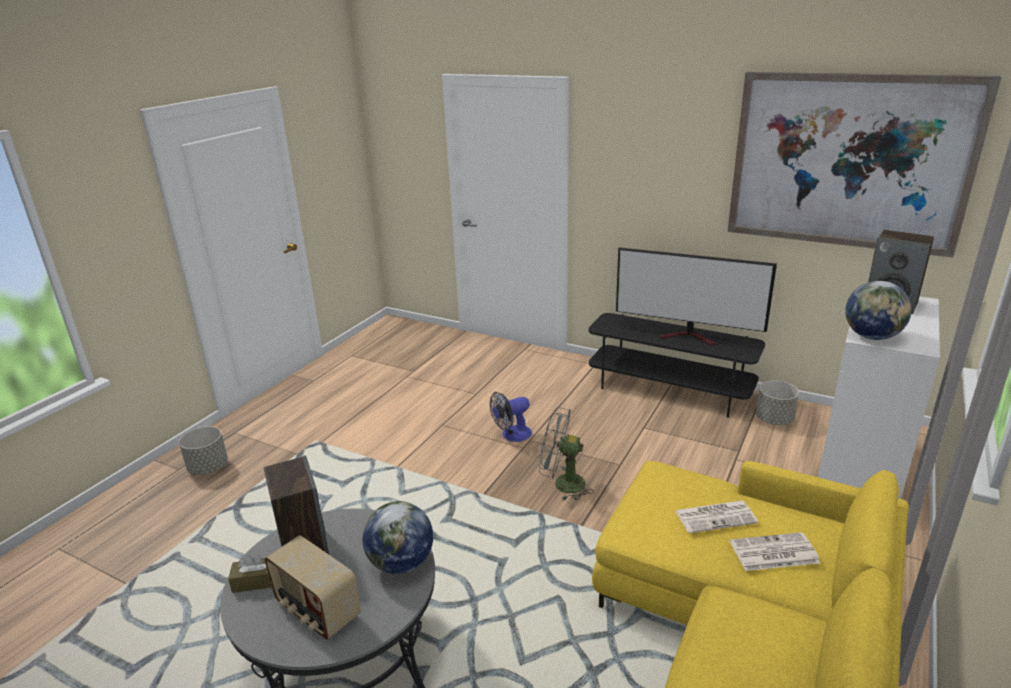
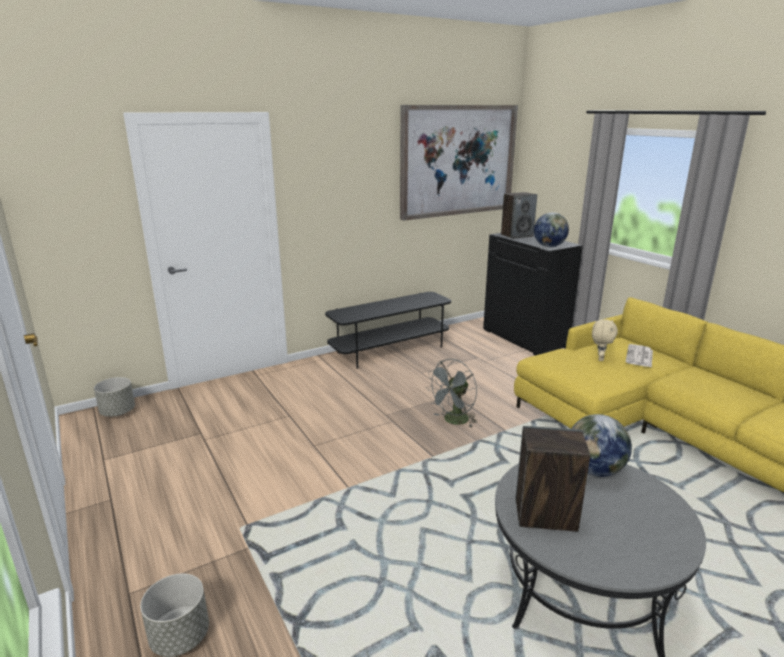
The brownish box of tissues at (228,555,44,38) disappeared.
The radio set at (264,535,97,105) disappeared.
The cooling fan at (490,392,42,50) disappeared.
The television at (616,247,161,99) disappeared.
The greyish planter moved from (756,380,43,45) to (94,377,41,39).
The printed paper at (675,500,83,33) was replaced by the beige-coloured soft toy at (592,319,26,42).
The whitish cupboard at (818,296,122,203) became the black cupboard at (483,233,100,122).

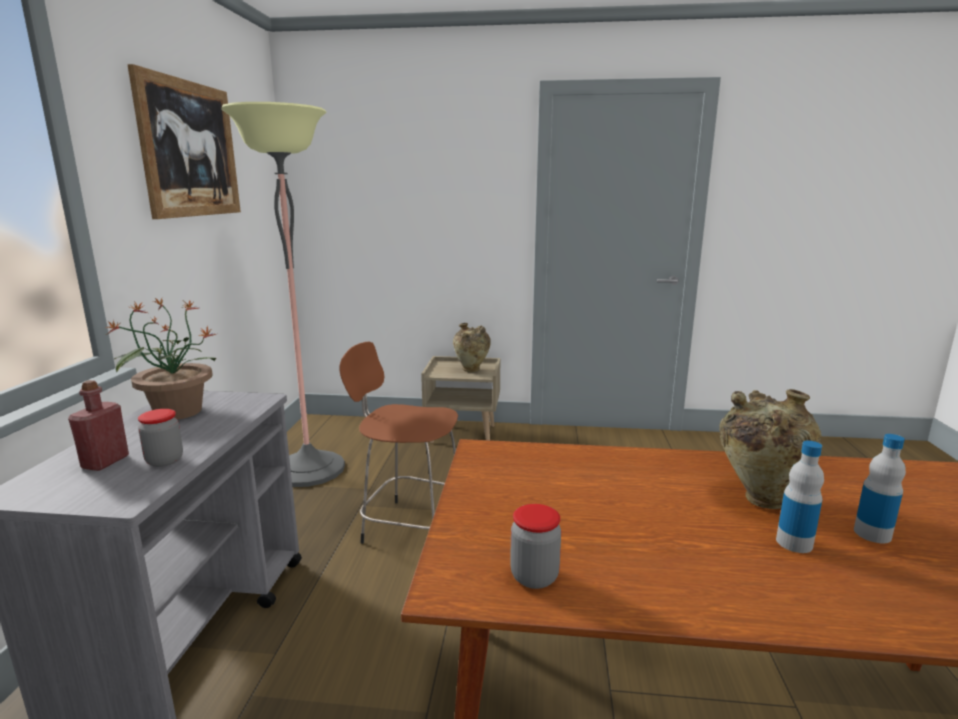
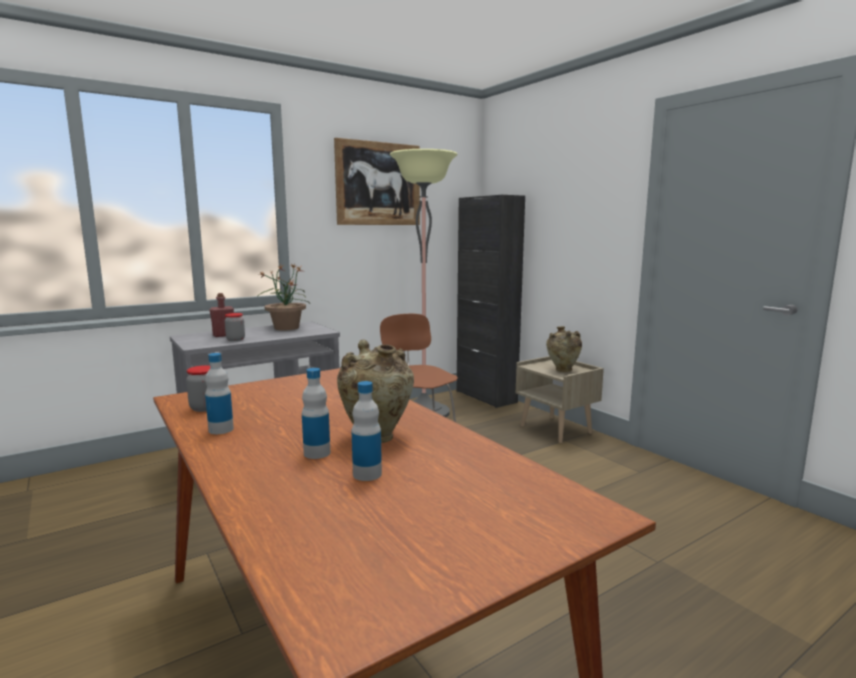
The beverage bottle at (205,353,29,81) appeared.
The black cupboard at (457,195,68,213) appeared.

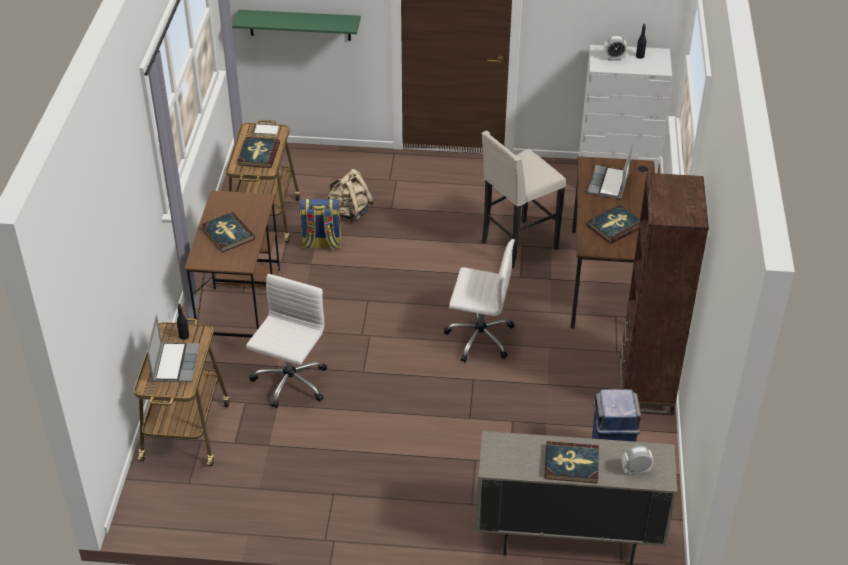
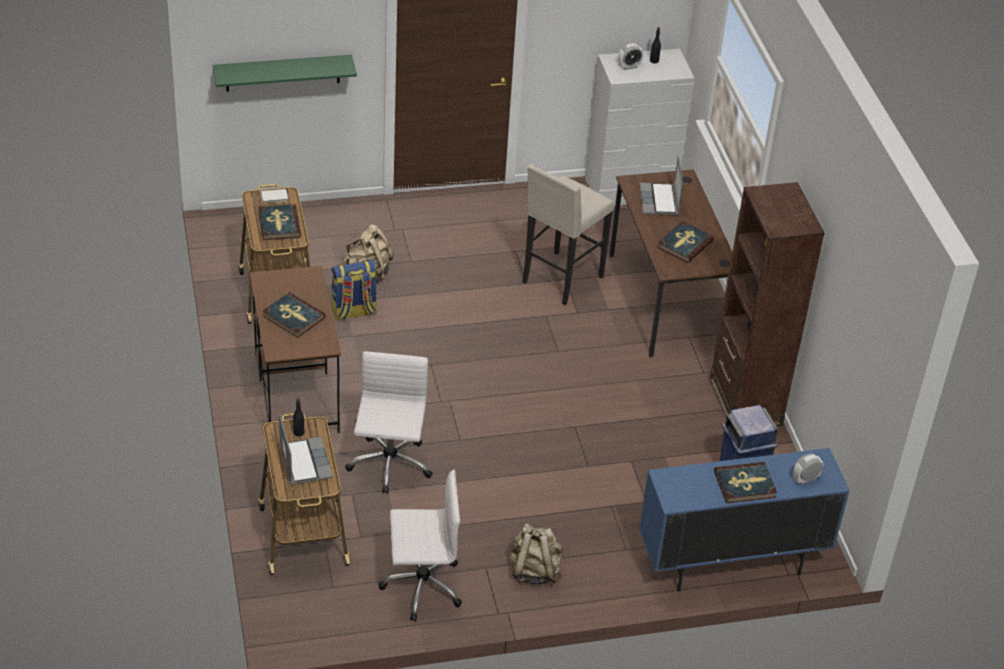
The beige-coloured rucksack at (510,523,53,61) appeared.
The whitish desk chair moved from (444,239,71,124) to (379,469,83,153).
The beige-coloured cupboard at (476,431,201,134) became the bluish cupboard at (639,448,211,144).

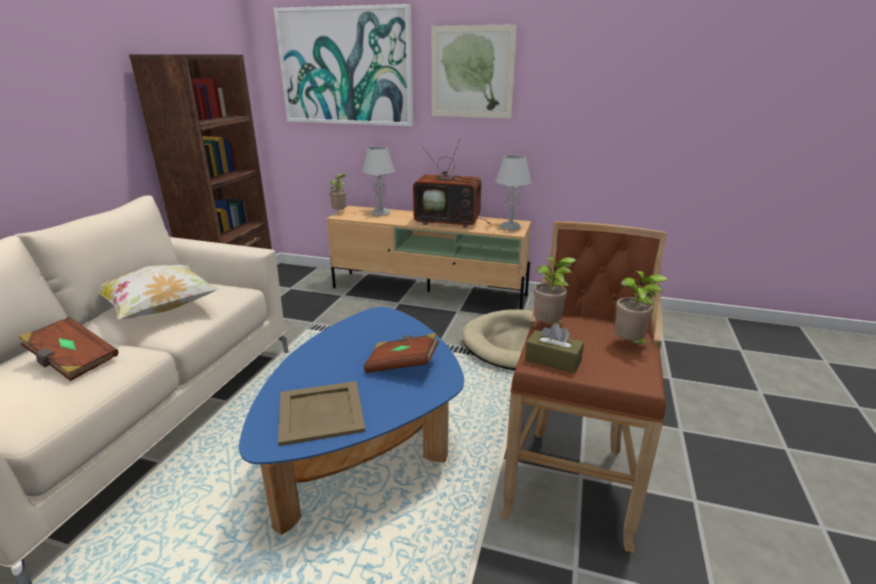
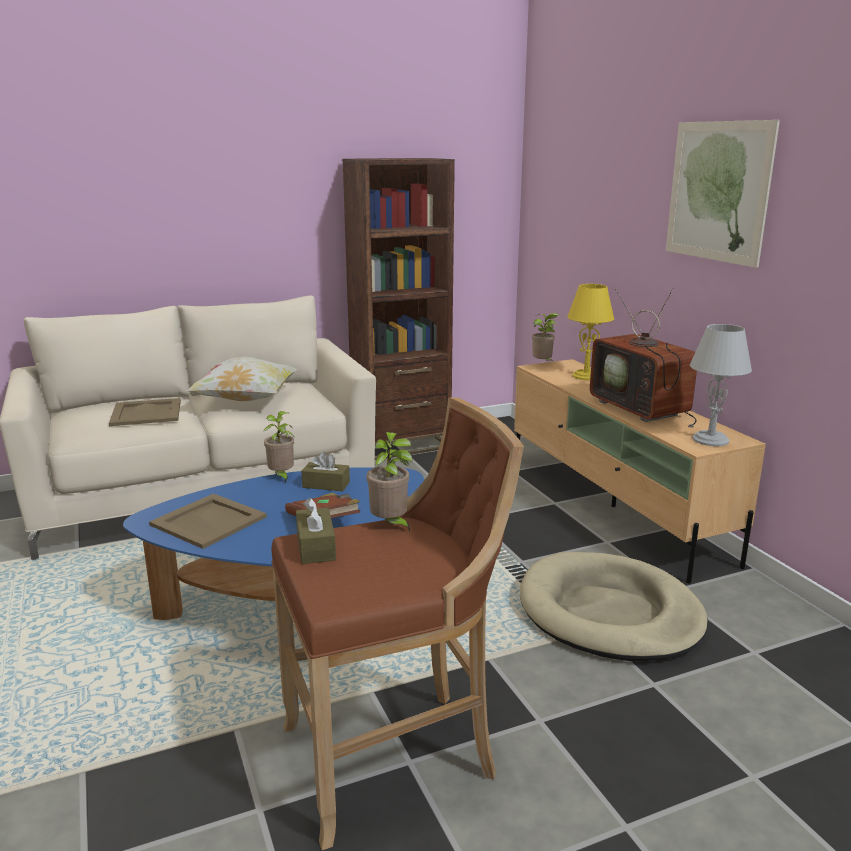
The wall picture at (274,4,139,122) disappeared.
The brownish box of tissues at (301,452,49,39) appeared.
The potted plant moved from (614,271,55,75) to (263,411,31,73).
The brownish volume at (18,317,100,64) was replaced by the beige-coloured serving tray at (109,398,72,28).
The greyish tabletop lamp at (362,146,33,70) became the yellow tabletop lamp at (568,284,46,96).

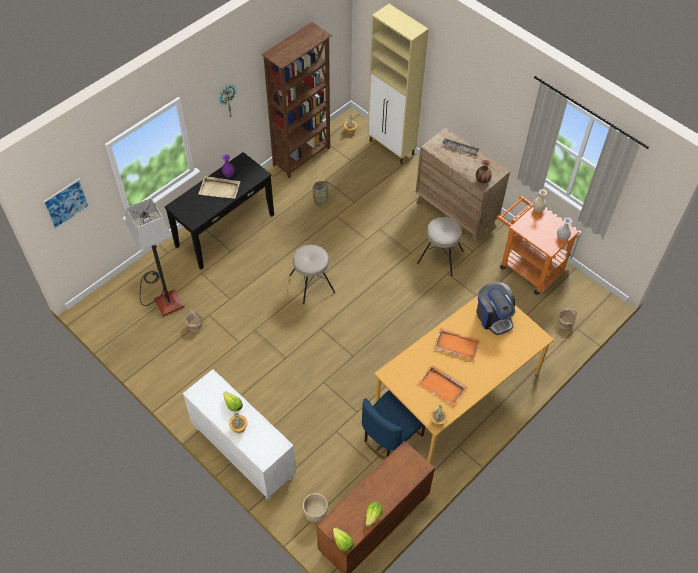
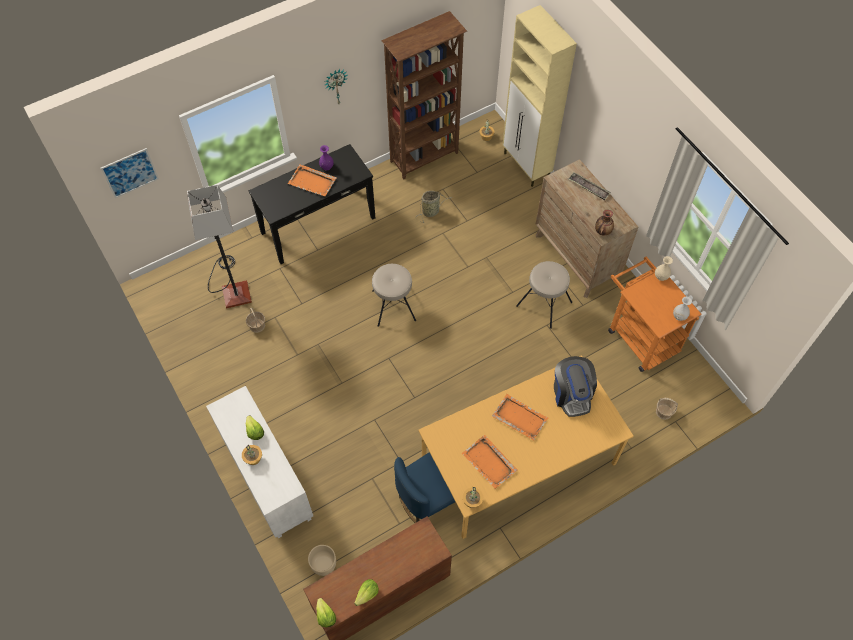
The beige-coloured serving tray at (198,176,43,23) became the orange-coloured serving tray at (288,164,49,32).

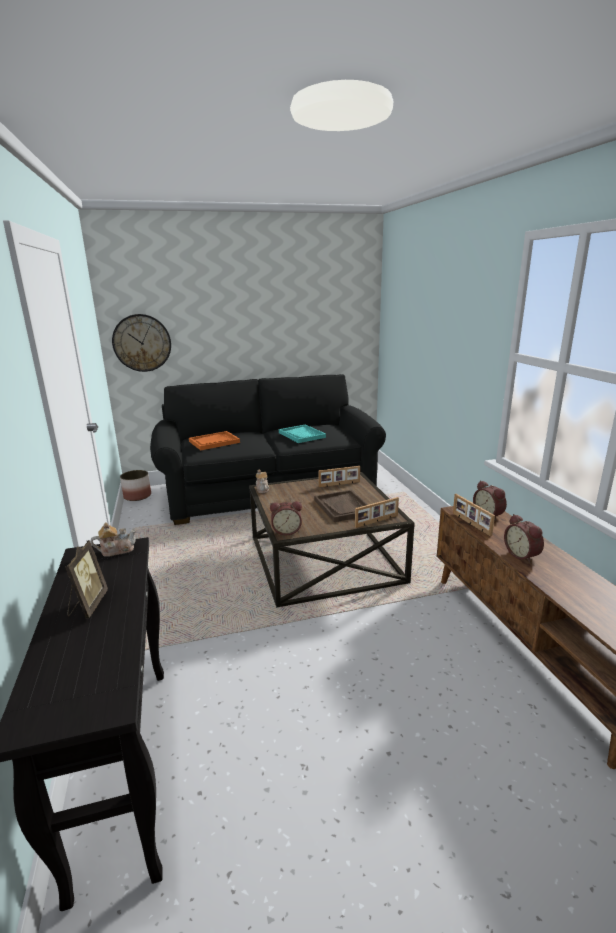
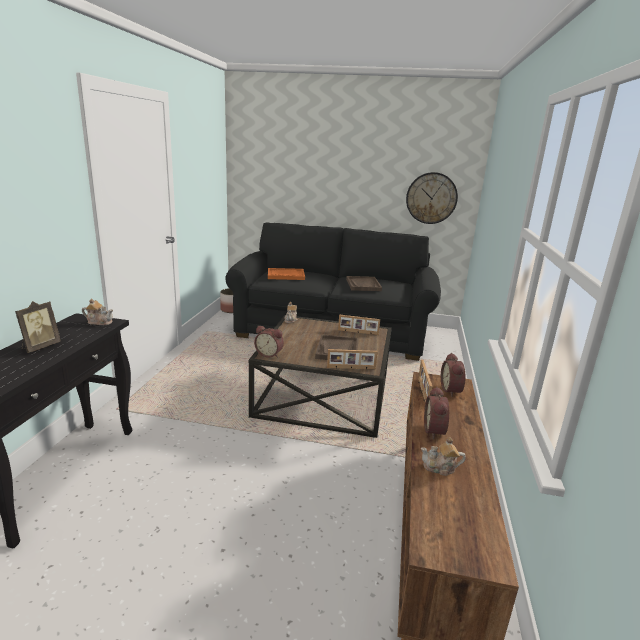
The teapot at (421,437,45,39) appeared.
The wall clock moved from (112,314,59,58) to (406,172,52,52).
The blue-green serving tray at (279,425,47,18) became the brownish serving tray at (346,276,36,15).

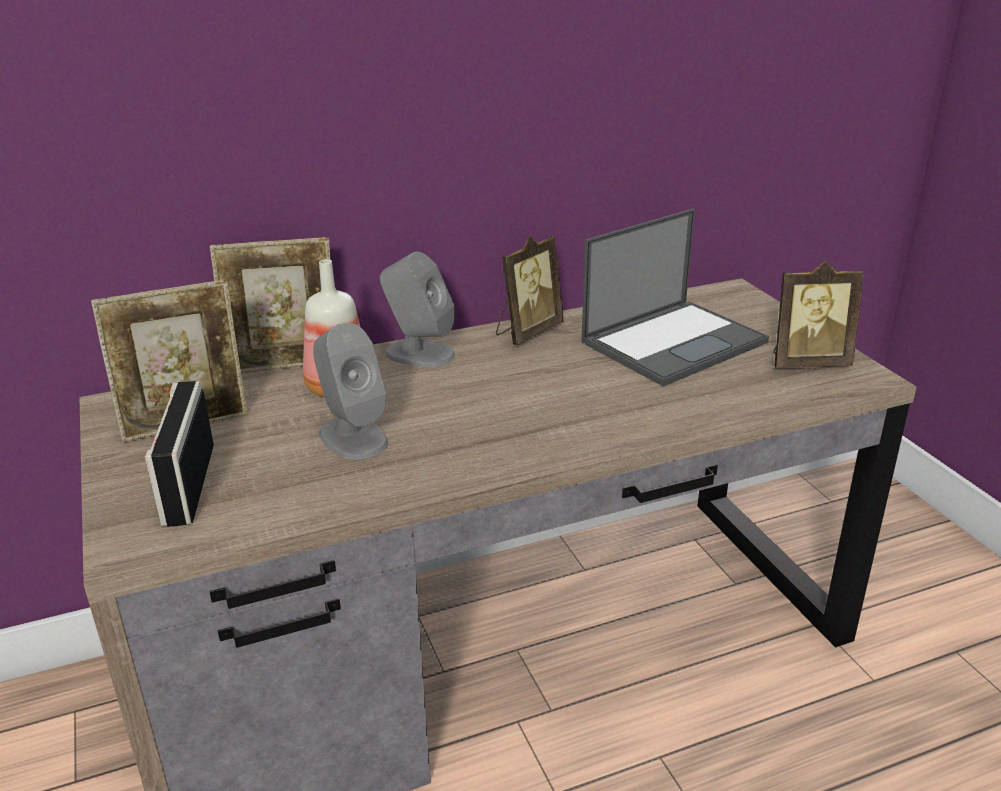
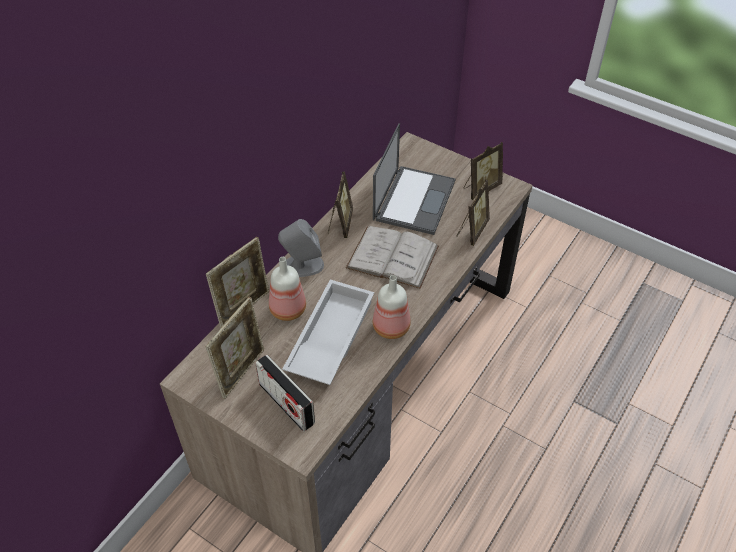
The whitish volume at (346,226,93,63) appeared.
The beverage bottle at (373,275,38,64) appeared.
The standing frame at (456,180,34,66) appeared.
The greyish speaker at (313,323,75,137) was replaced by the whitish serving tray at (282,280,92,105).

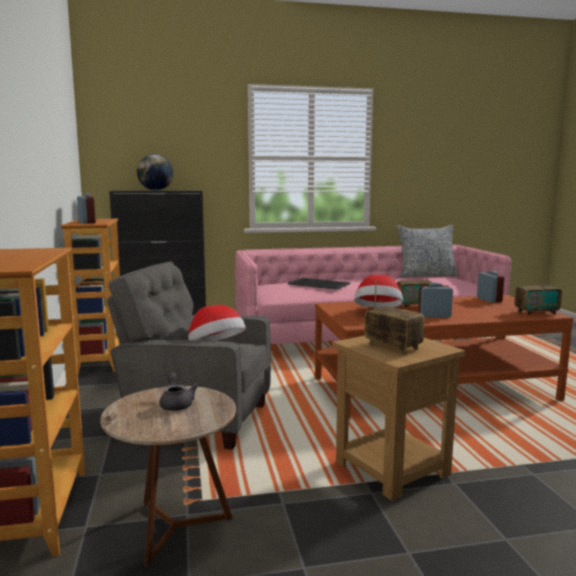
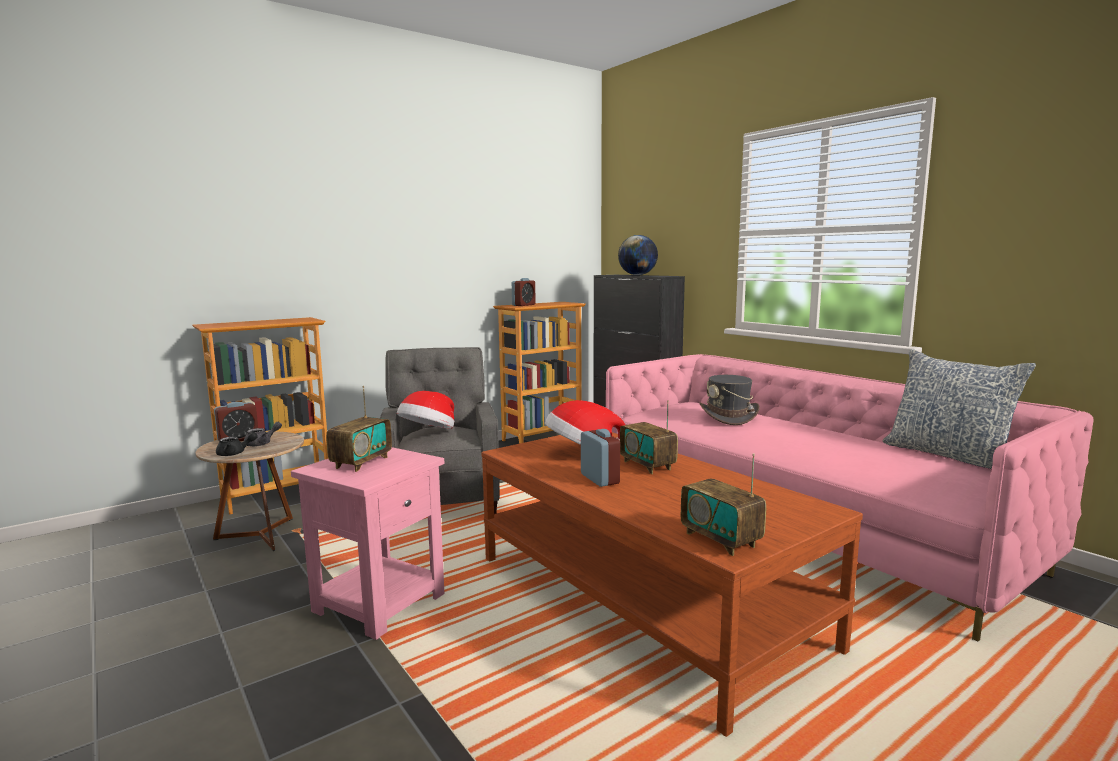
The black teapot at (216,432,42,24) appeared.
The bedside clock moved from (477,271,27,32) to (214,402,44,40).
The serving tray at (288,278,62,12) was replaced by the greyish wearable hat at (700,375,60,50).
The brownish side table at (332,336,133,165) became the pinkish side table at (291,447,154,193).

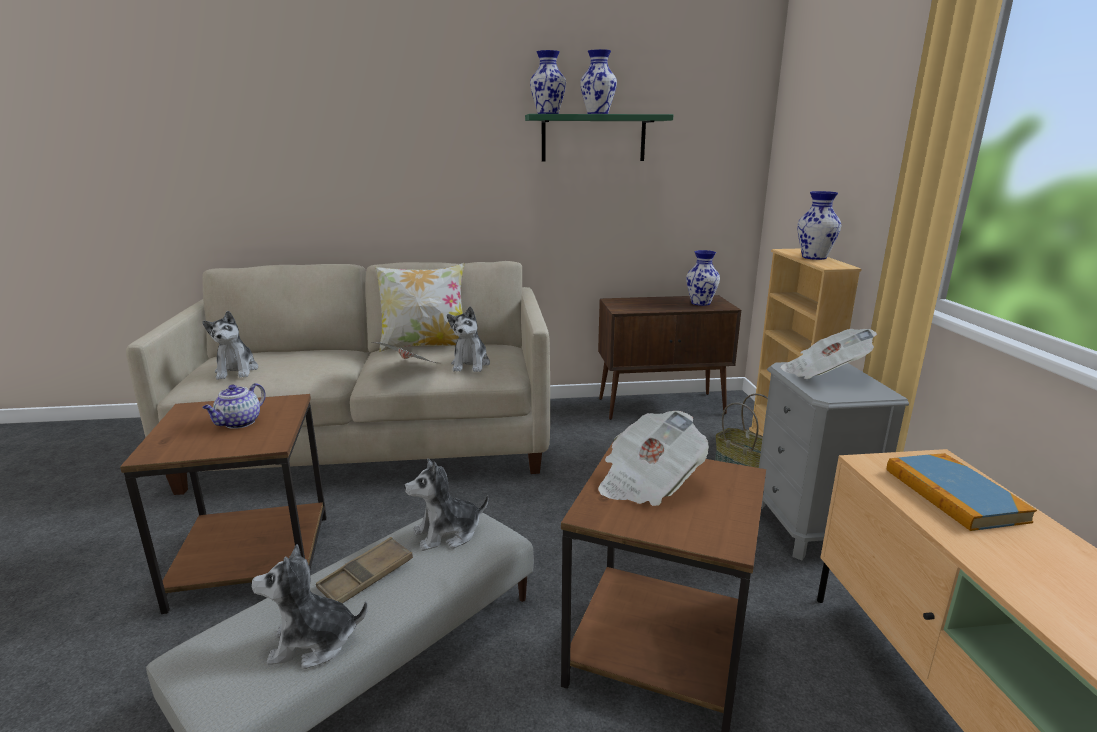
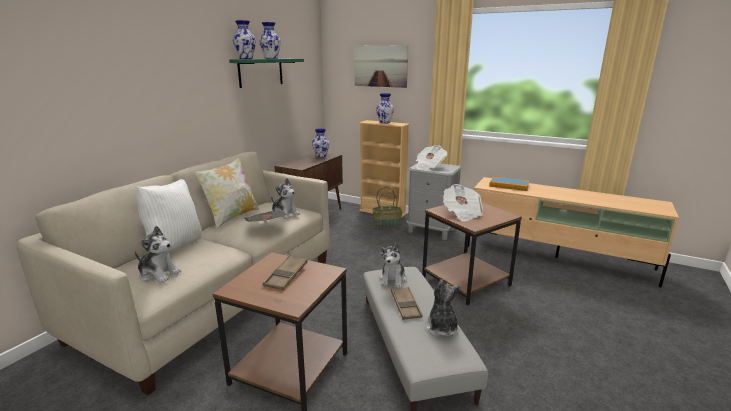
The whitish throw pillow at (136,179,66,74) appeared.
The wall picture at (354,45,54,43) appeared.
The teapot at (202,383,64,46) was replaced by the brownish serving tray at (263,255,45,35).
The soft toy at (252,544,116,125) turned 150 degrees clockwise.

